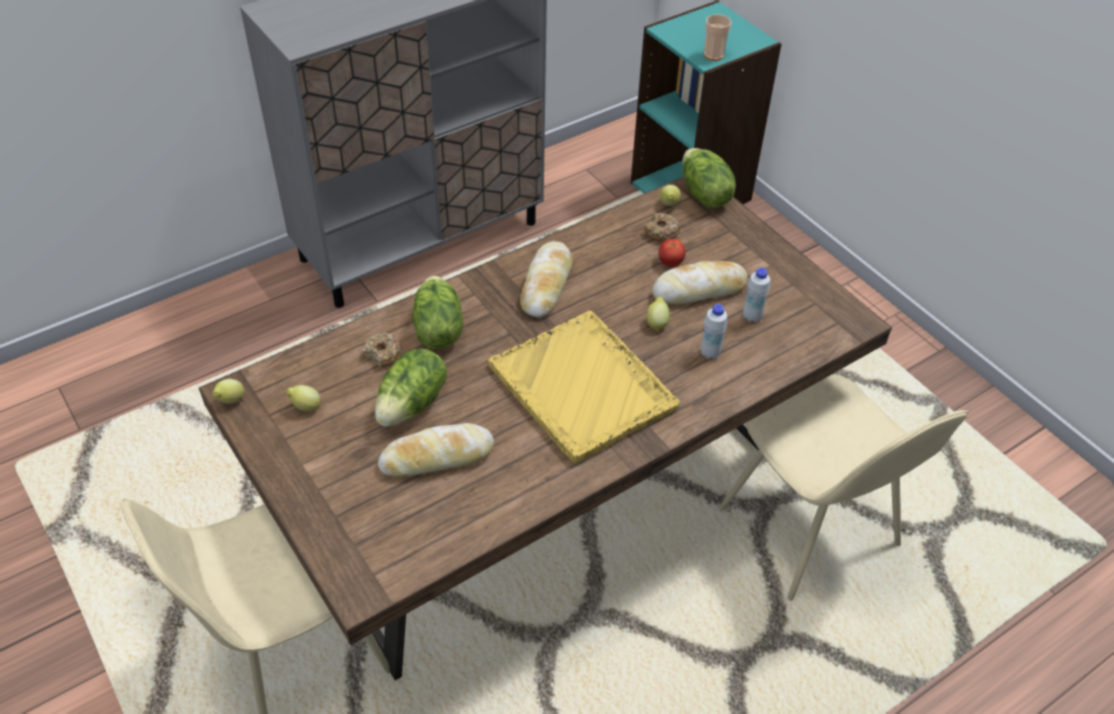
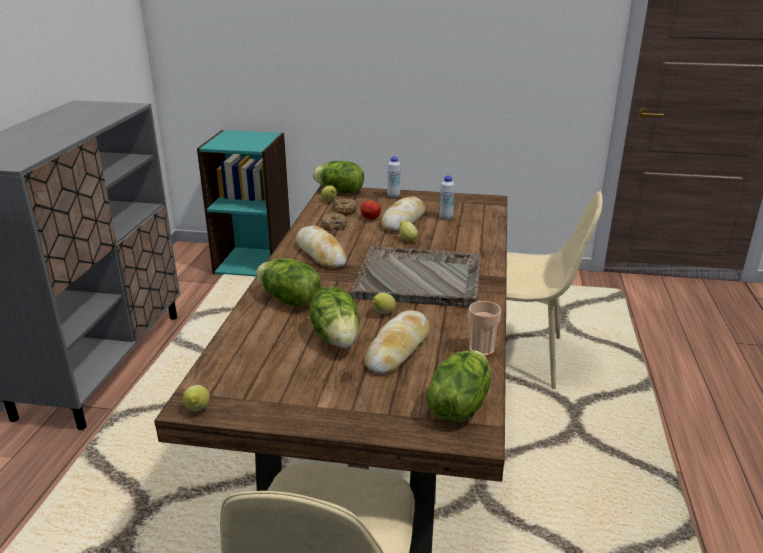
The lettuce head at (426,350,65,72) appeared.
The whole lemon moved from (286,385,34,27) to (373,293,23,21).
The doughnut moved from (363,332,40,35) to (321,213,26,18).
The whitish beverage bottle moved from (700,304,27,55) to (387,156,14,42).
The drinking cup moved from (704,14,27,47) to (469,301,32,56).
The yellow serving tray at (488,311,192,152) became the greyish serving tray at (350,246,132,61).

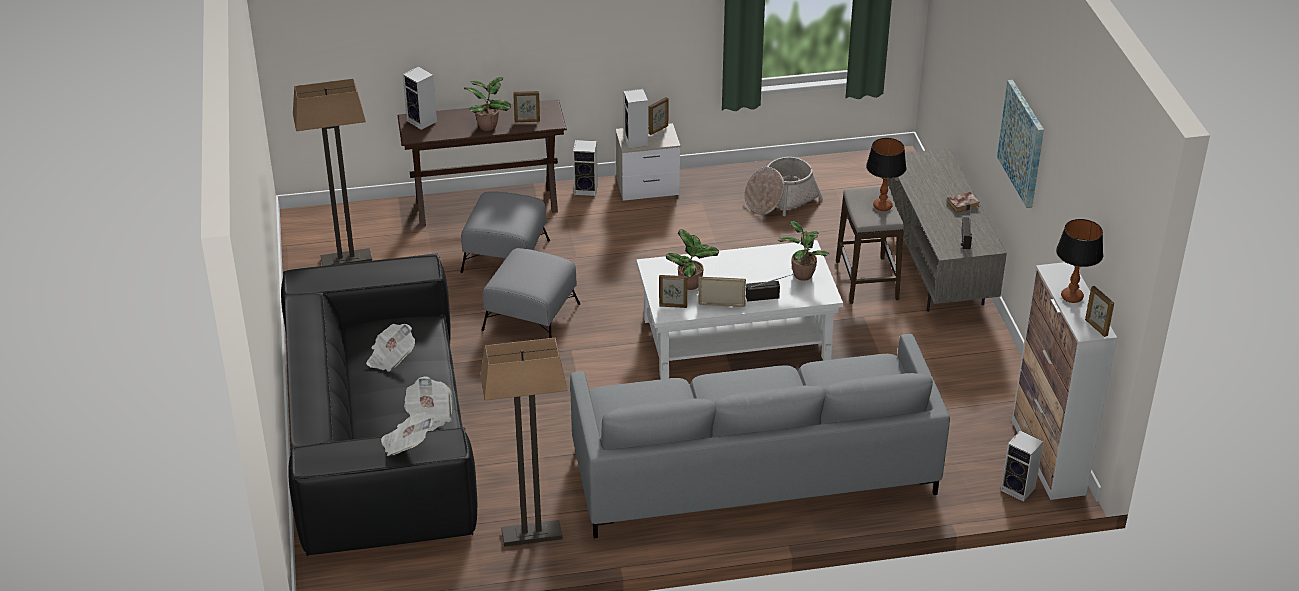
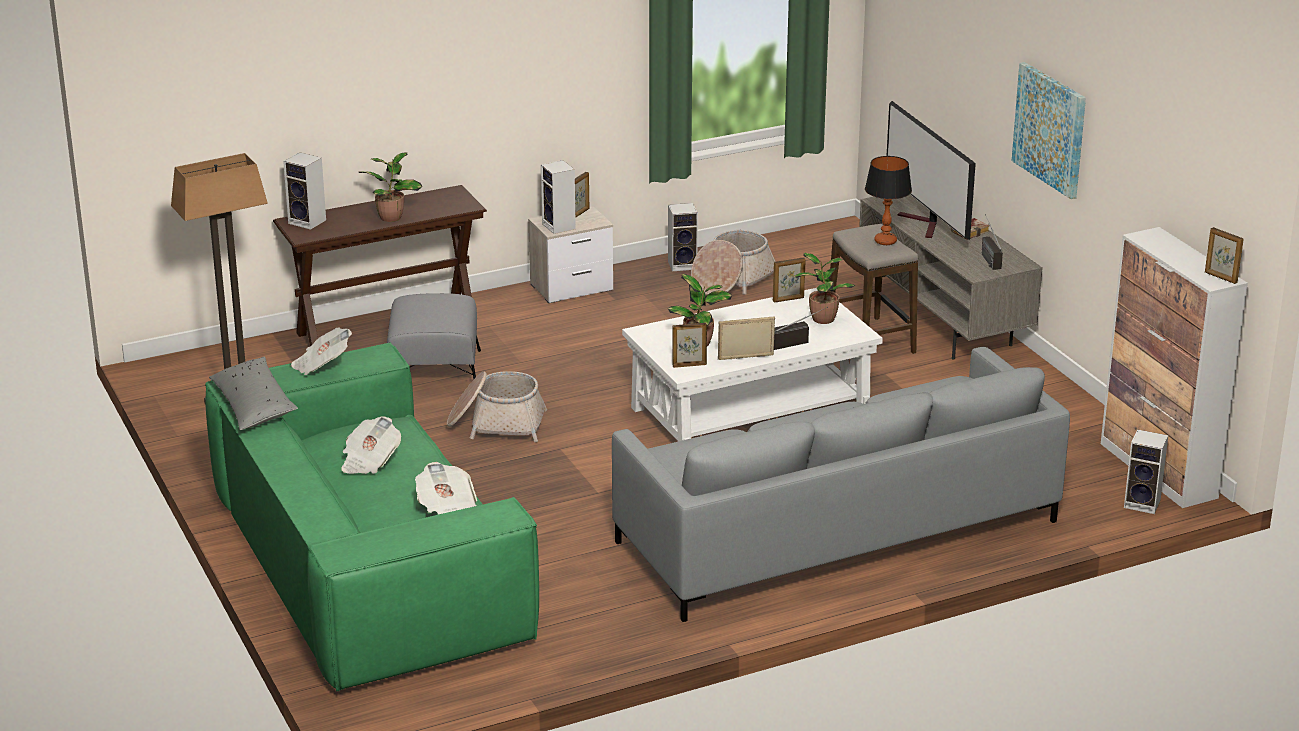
The standard lamp at (480,338,88,209) disappeared.
The tabletop lamp at (1056,219,47,84) disappeared.
The greyish throw pillow at (209,356,89,74) appeared.
The television at (887,101,89,139) appeared.
The printed paper moved from (381,412,52,44) to (291,327,61,48).
The standing frame moved from (513,91,27,31) to (773,257,32,46).
The speaker moved from (573,140,25,56) to (668,203,30,68).
The greyish pouffe at (482,248,98,90) was replaced by the basket at (447,371,100,71).
The black couch at (281,253,196,303) became the green couch at (205,342,334,350).

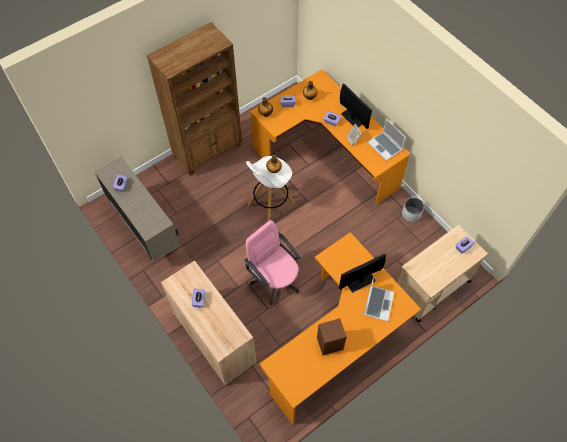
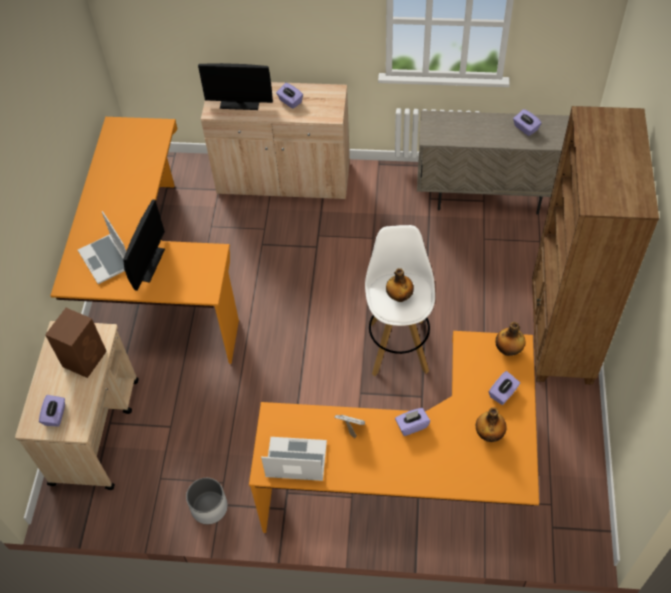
The pinkish desk chair at (244,220,58,85) disappeared.
The brownish speaker moved from (317,318,30,37) to (45,308,62,70).
The computer display moved from (340,83,32,46) to (198,63,75,47).

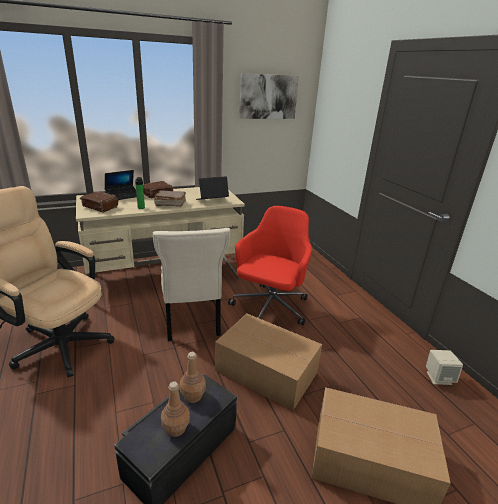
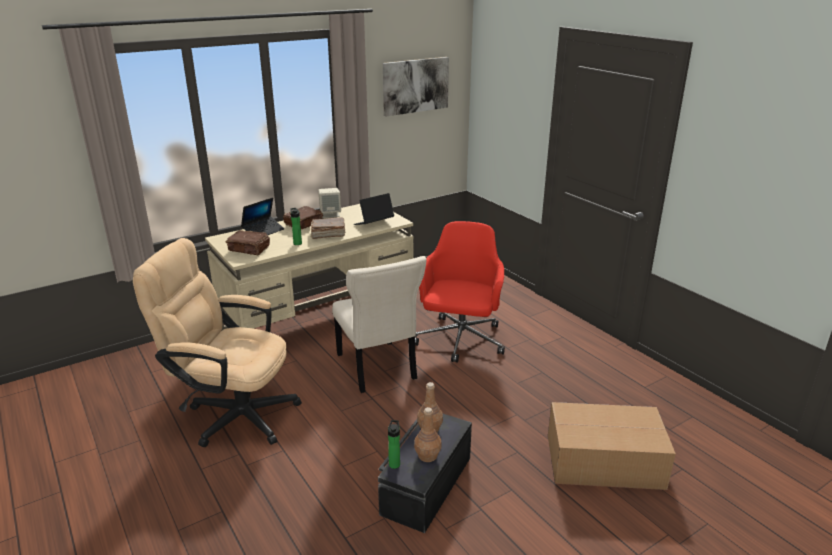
The packing box at (215,313,107,98) disappeared.
The beverage bottle at (388,420,12,49) appeared.
The beige-coloured speaker moved from (426,350,37,35) to (318,188,23,30).

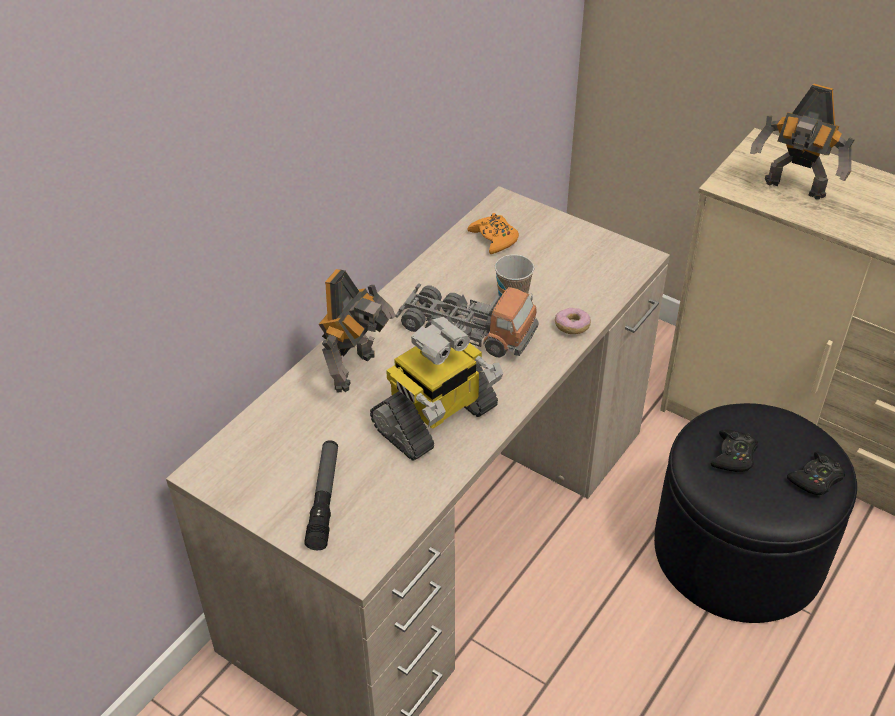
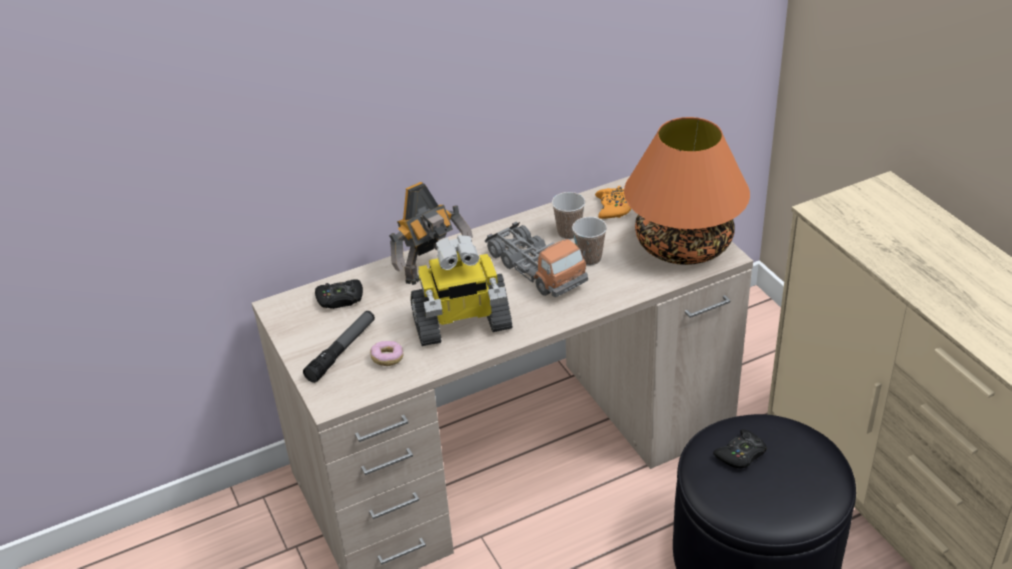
The model robot at (750,84,104,116) disappeared.
The drinking cup at (552,192,33,47) appeared.
The orange-coloured tabletop lamp at (624,117,126,148) appeared.
The doughnut moved from (555,308,36,26) to (370,341,33,25).
The black gamepad moved from (787,452,59,43) to (315,279,48,30).

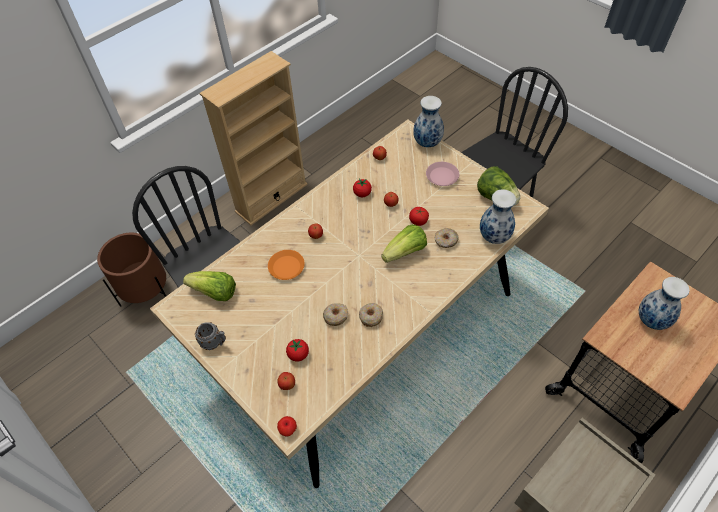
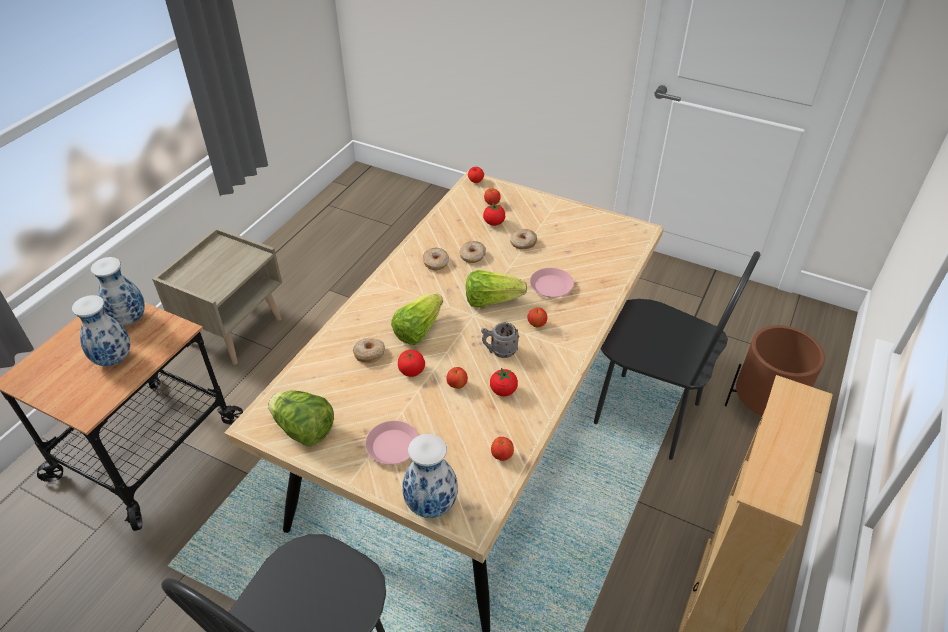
The doughnut at (510,229,27,20) appeared.
The lettuce head moved from (183,271,53,30) to (466,270,61,38).
The greyish mug moved from (195,322,31,28) to (481,322,38,36).
The flower vase moved from (480,189,36,55) to (91,257,54,69).
The orange-coloured plate at (268,250,37,30) became the pinkish plate at (530,268,44,30).

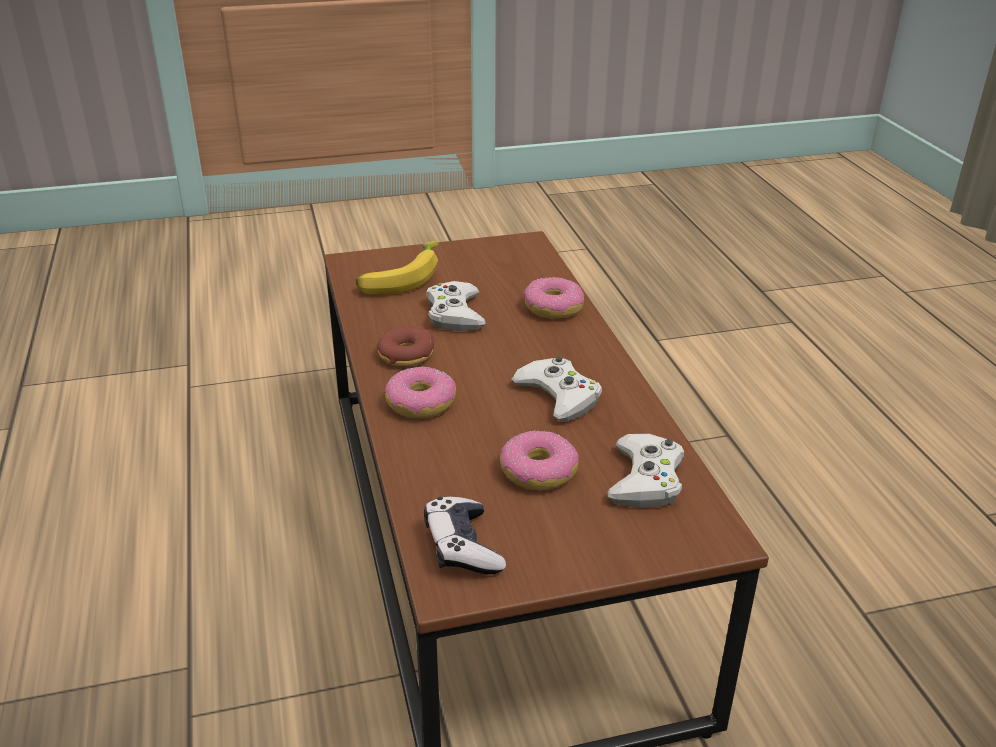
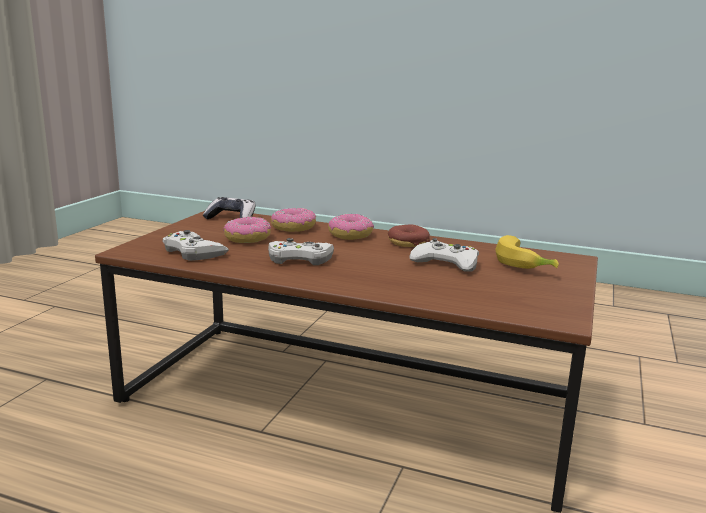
The doughnut moved from (523,277,61,42) to (271,208,45,24).

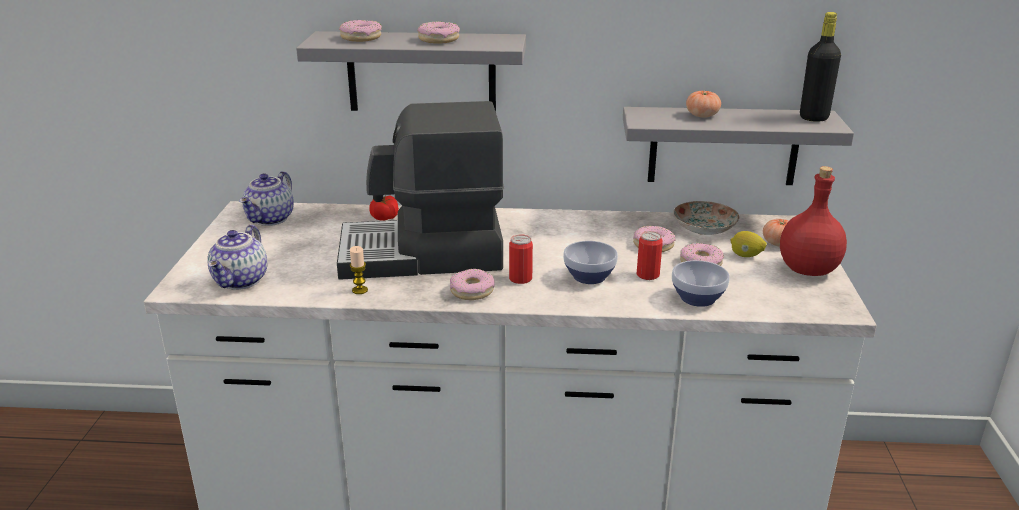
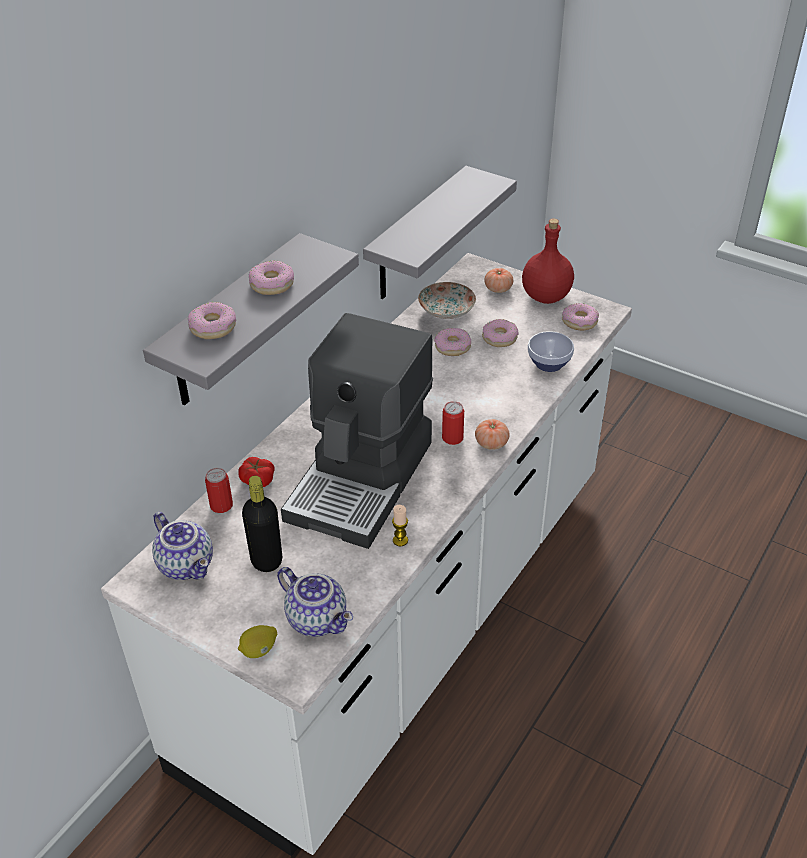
The bowl at (563,241,55,43) disappeared.
The doughnut moved from (450,269,45,31) to (562,303,37,27).
The sealed can moved from (637,231,26,49) to (205,468,28,45).
The whole tomato moved from (686,91,35,26) to (475,419,35,31).
The whole lemon moved from (731,231,36,26) to (238,625,39,33).
The black beverage bottle moved from (800,12,41,110) to (242,476,40,96).

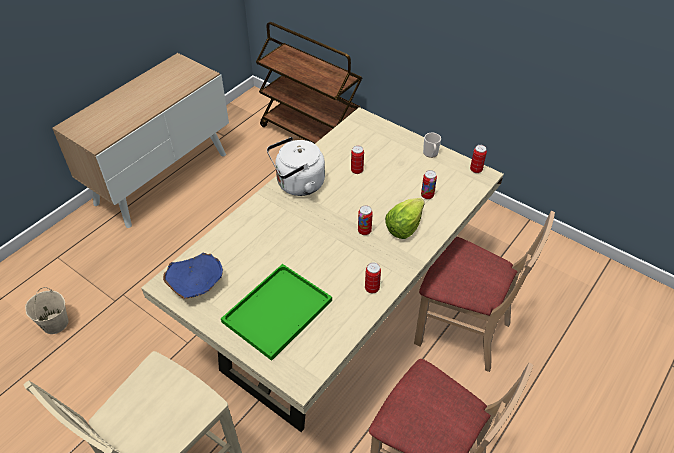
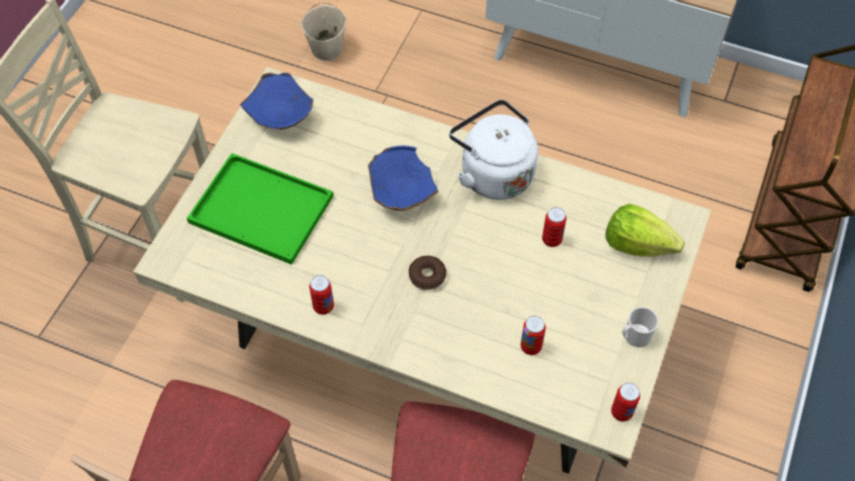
The bluish bowl at (368,146,71,65) appeared.
The lettuce head moved from (385,198,40,41) to (605,204,80,53).
The sealed can at (358,205,15,30) was replaced by the doughnut at (409,256,37,34).

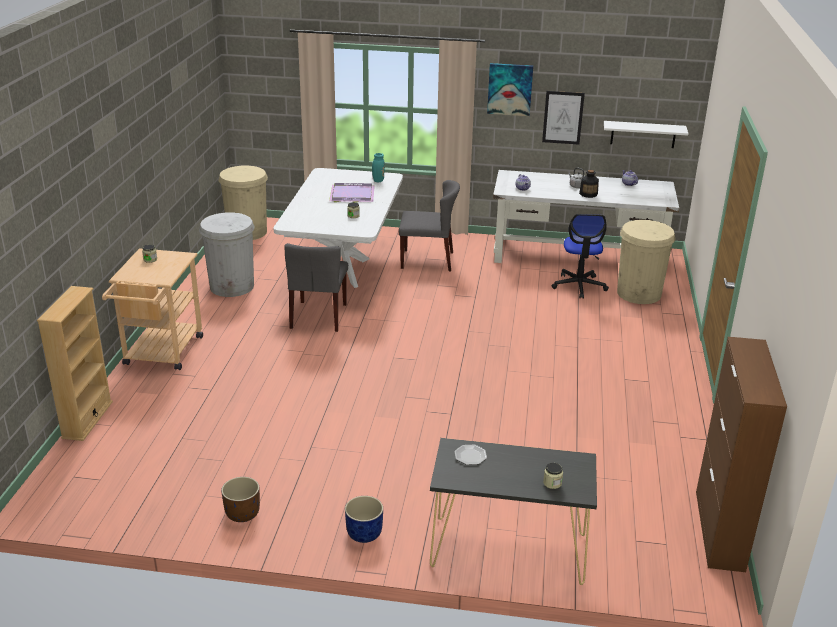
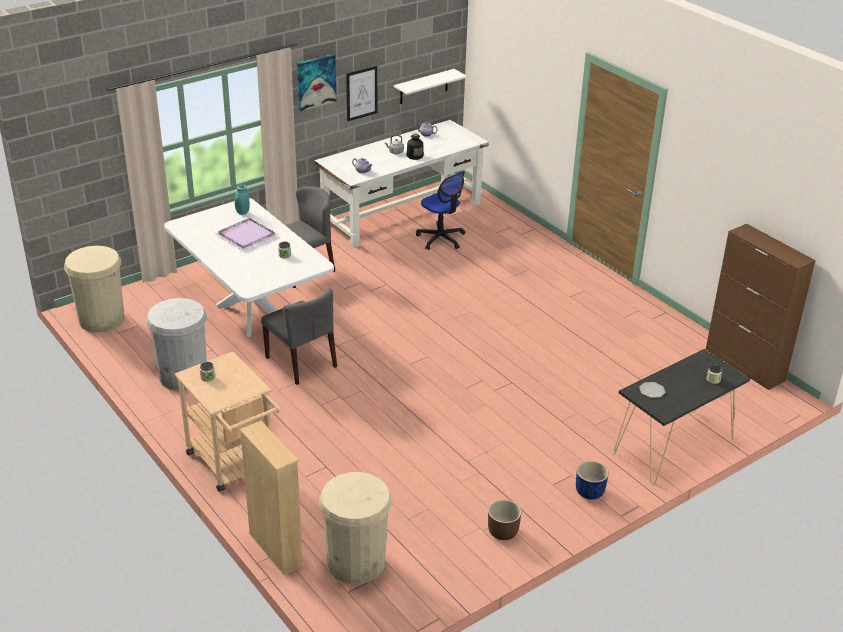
The beige-coloured waste bin moved from (617,220,59,84) to (319,472,73,112).

